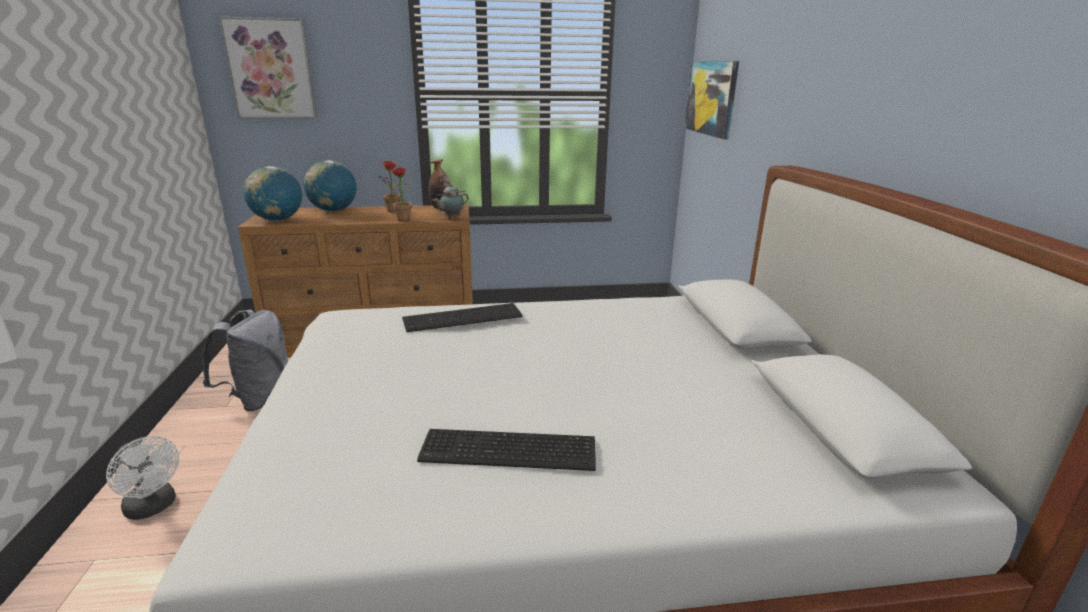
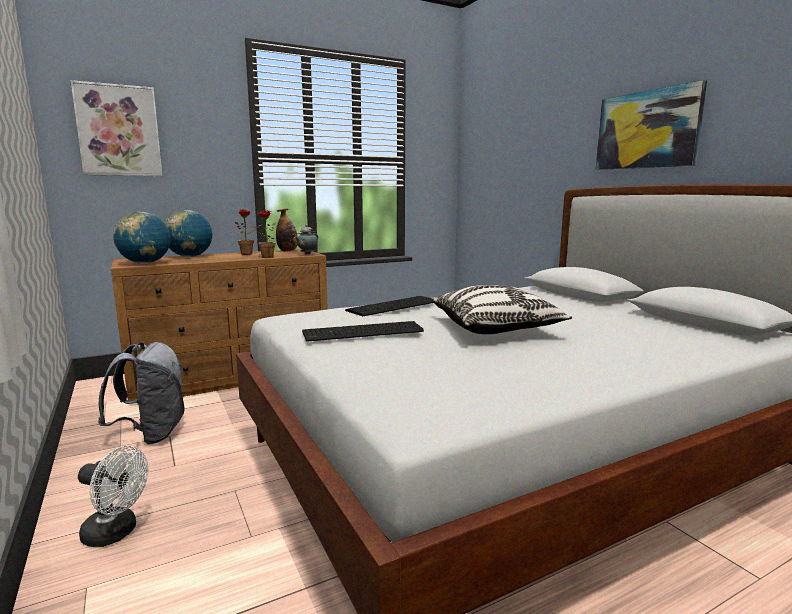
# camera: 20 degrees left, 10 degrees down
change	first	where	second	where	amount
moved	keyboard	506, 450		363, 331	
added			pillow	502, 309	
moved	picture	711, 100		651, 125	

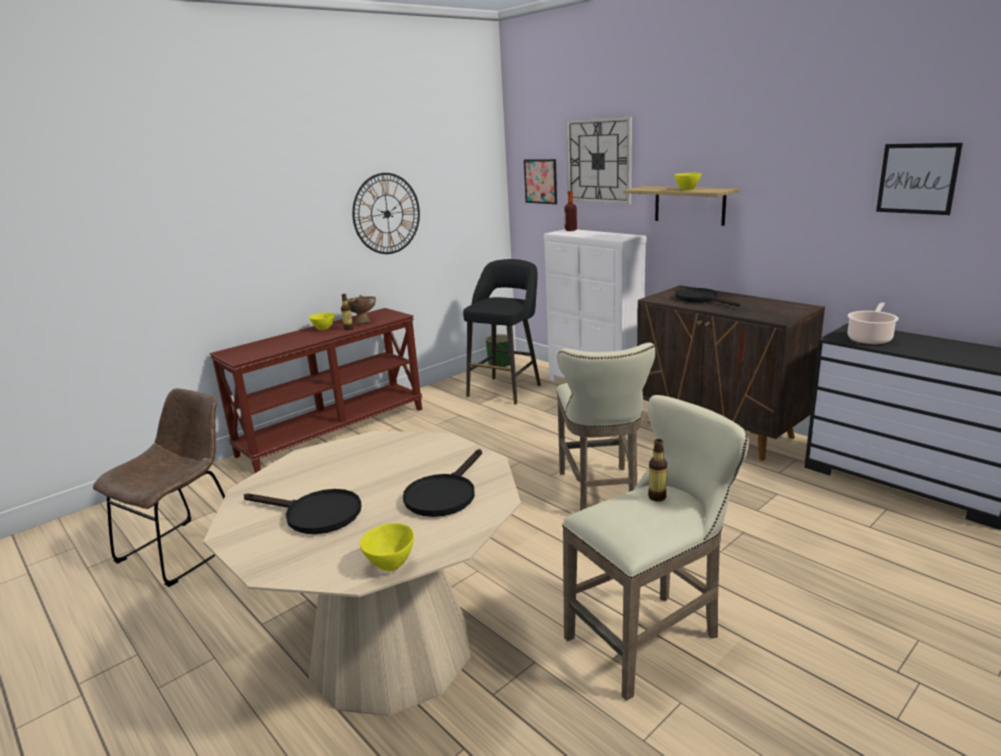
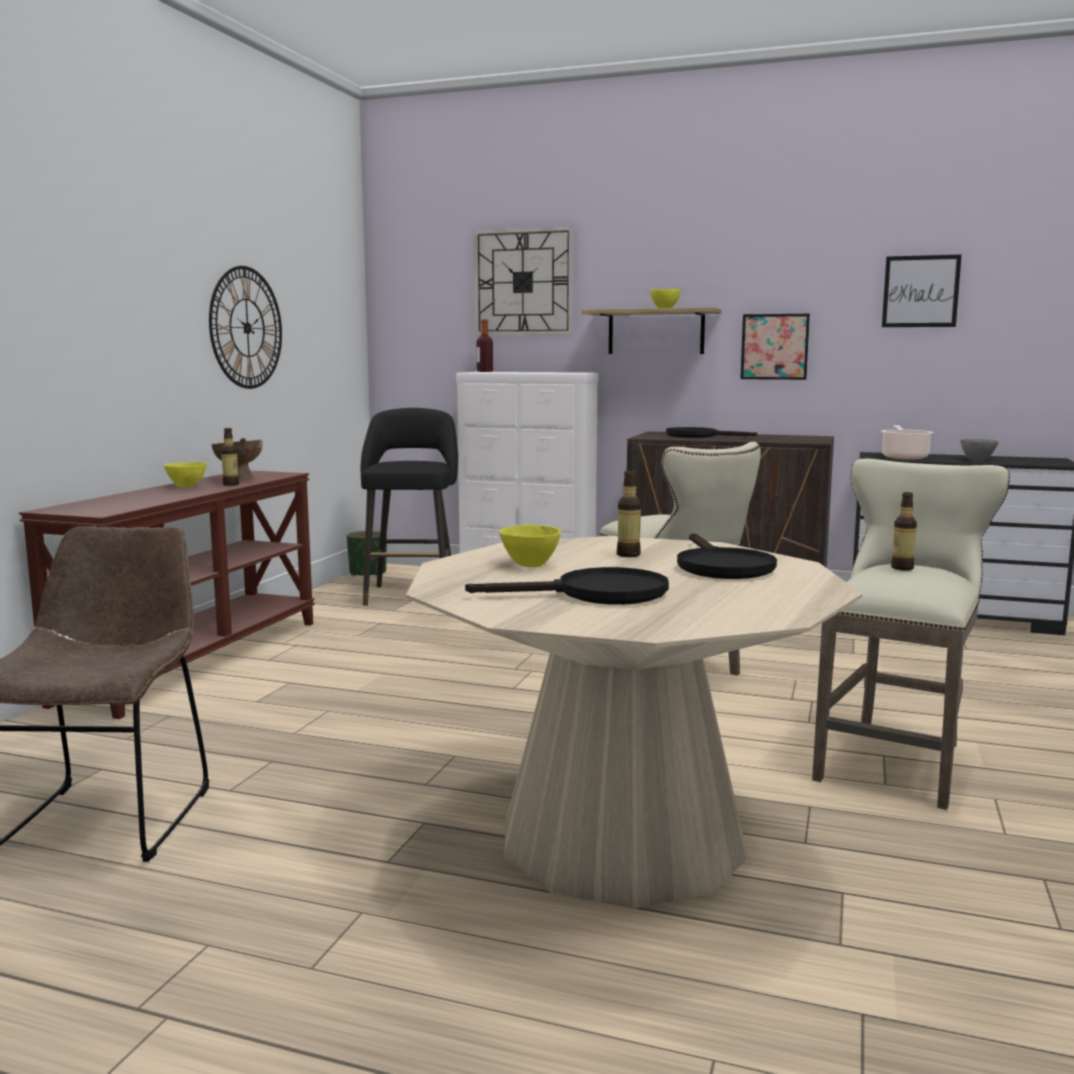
# camera: 30 degrees left, 10 degrees down
change	first	where	second	where	amount
moved	yellow bowl	387, 547		530, 546	
added			bottle	629, 513	
moved	picture	540, 181		775, 347	
added			grey bowl	979, 450	

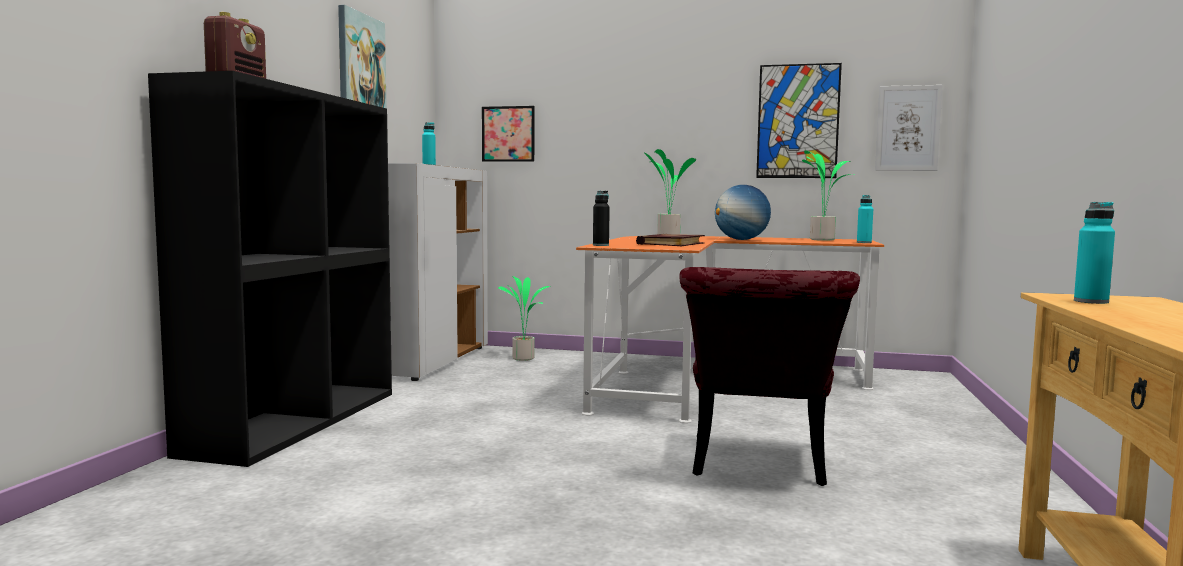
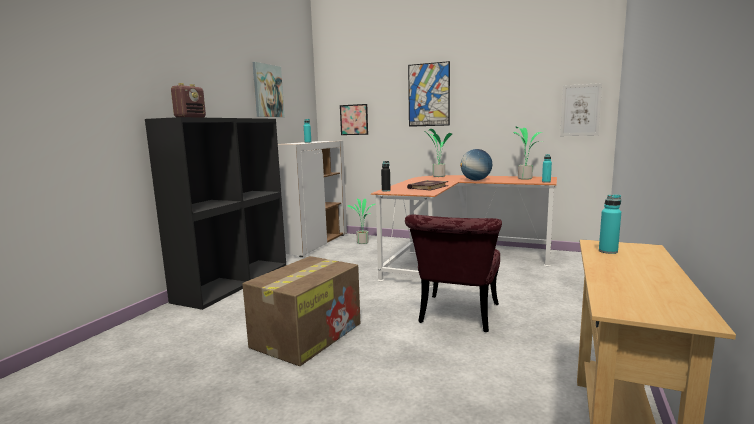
# camera: 10 degrees right, 5 degrees up
change	first	where	second	where	amount
added			cardboard box	301, 311	
moved	picture	799, 120		429, 94	

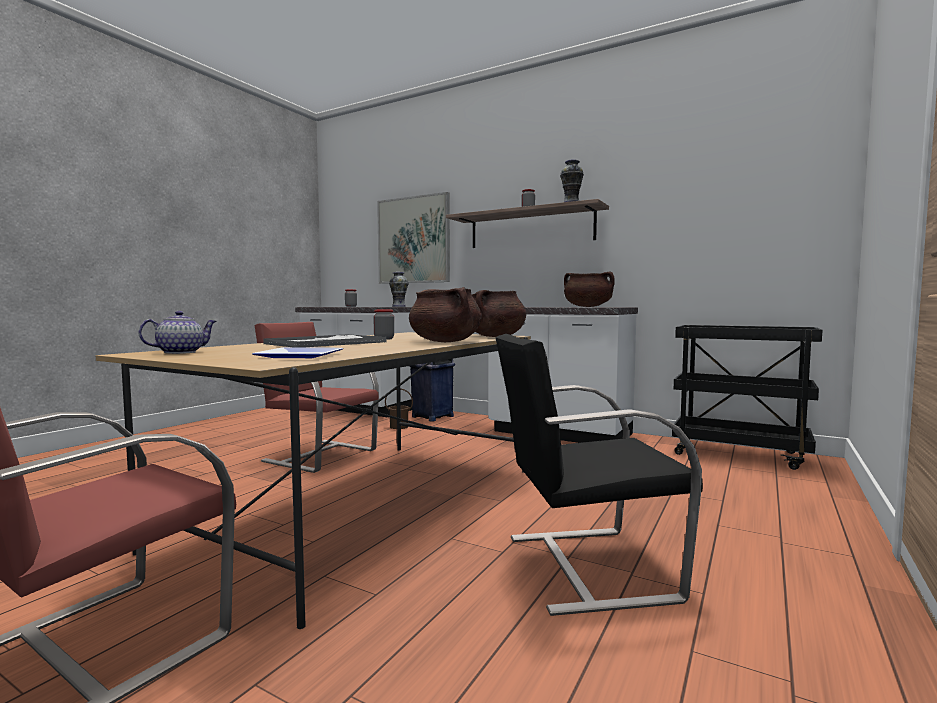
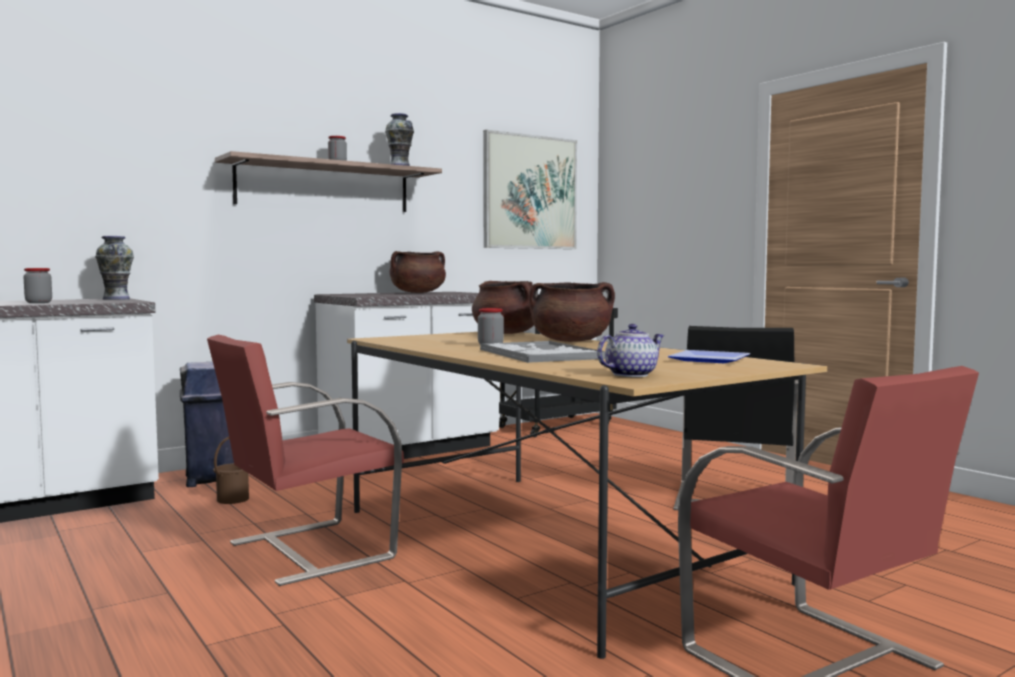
# camera: 65 degrees left, 0 degrees up
change	first	where	second	where	amount
moved	picture	413, 238		530, 189	
turned	teapot	178, 332		630, 350	75 degrees clockwise

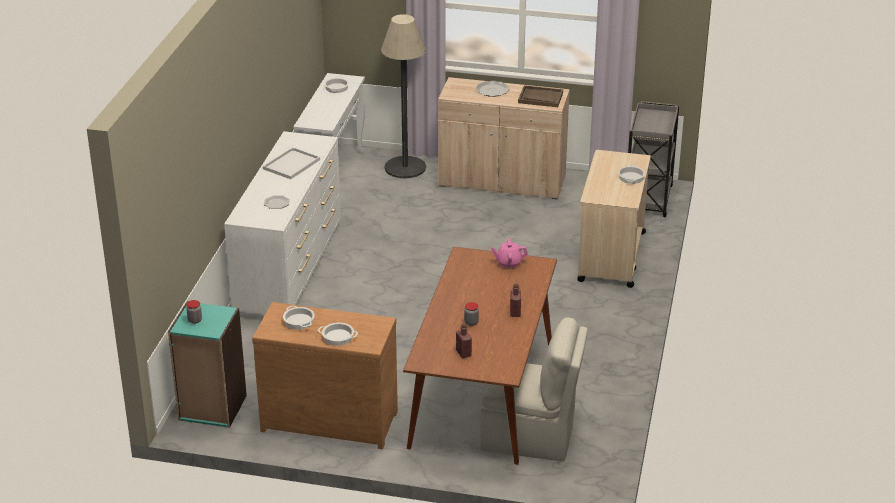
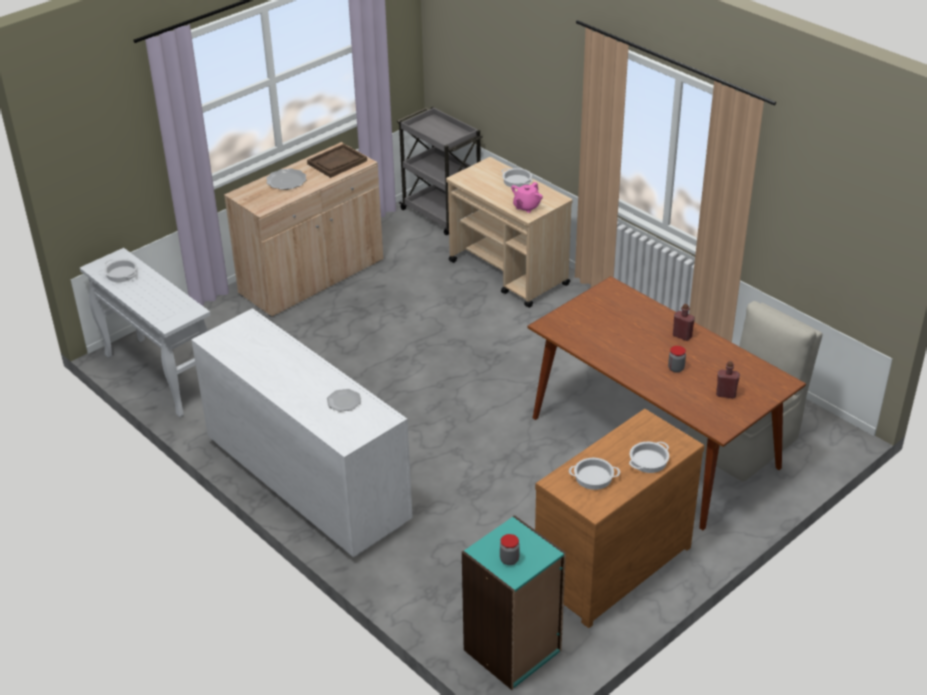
# camera: 55 degrees left, 5 degrees up
change	first	where	second	where	amount
moved	pink teapot	509, 253		527, 197	
removed	white tray	291, 163			
removed	floor lamp	403, 96			

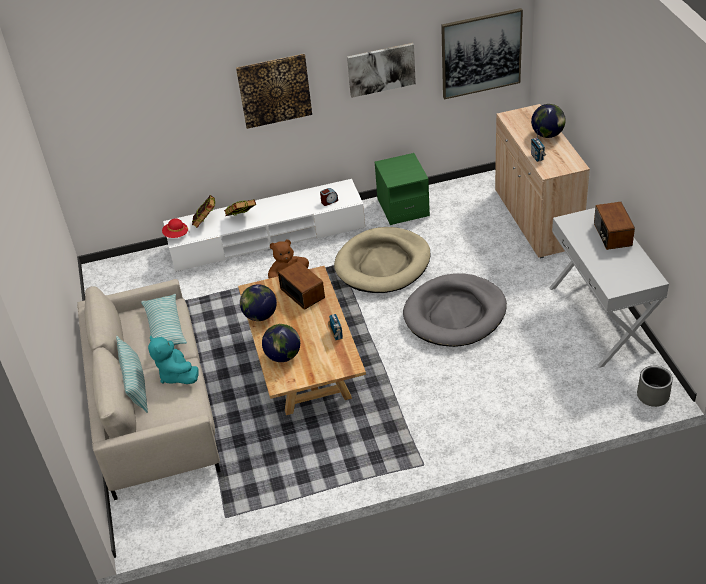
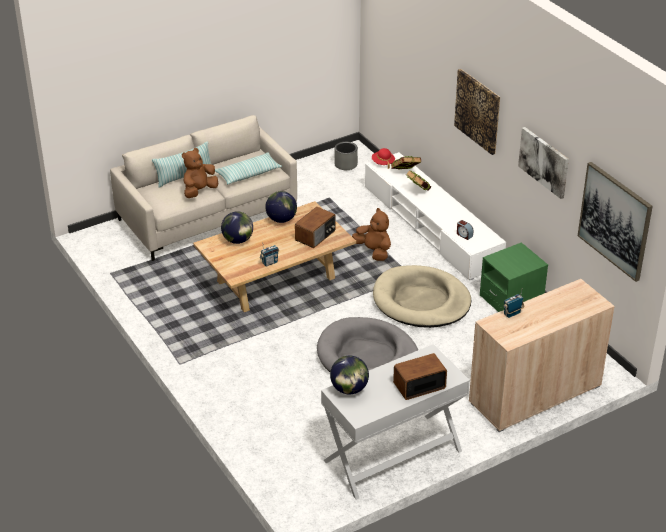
# camera: 70 degrees right, 5 degrees down
change	first	where	second	where	amount
recoloured	turquoise plush toy	173, 359	brown plush toy	200, 173	
moved	globe	548, 121		349, 374	
moved	grey planter	655, 386		346, 156	

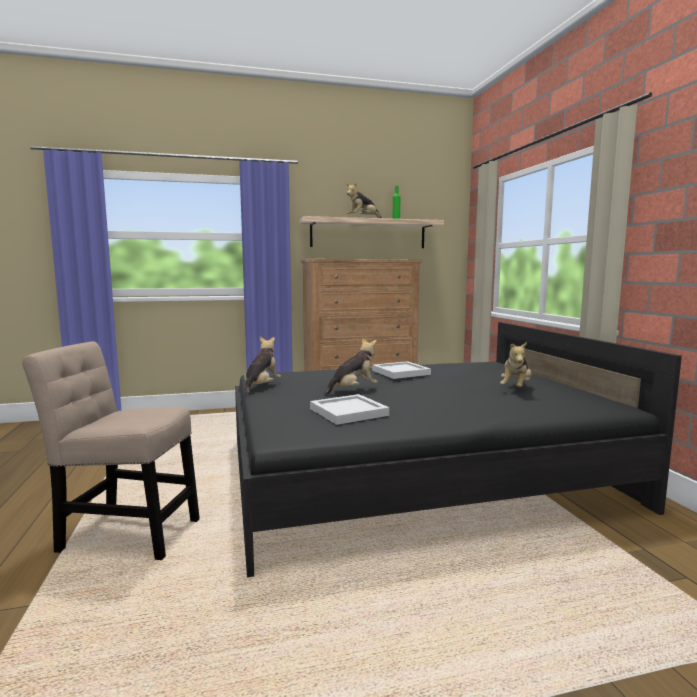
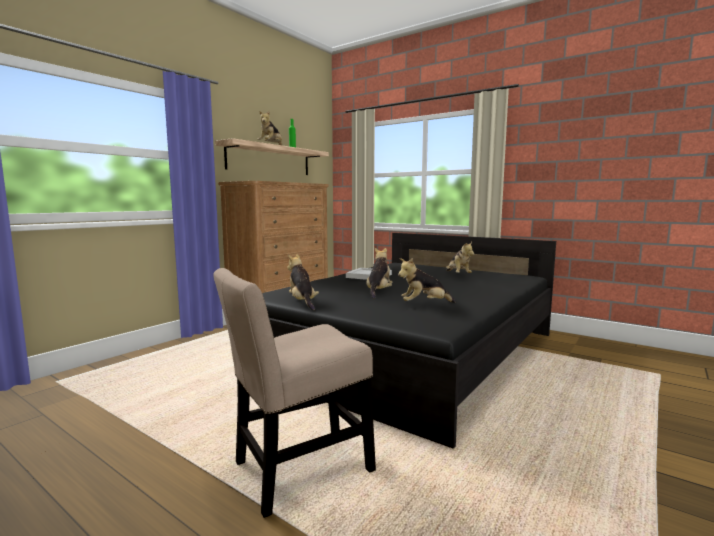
# camera: 40 degrees left, 0 degrees up
change	first	where	second	where	amount
replaced	white tray	349, 409	plush toy	426, 280	

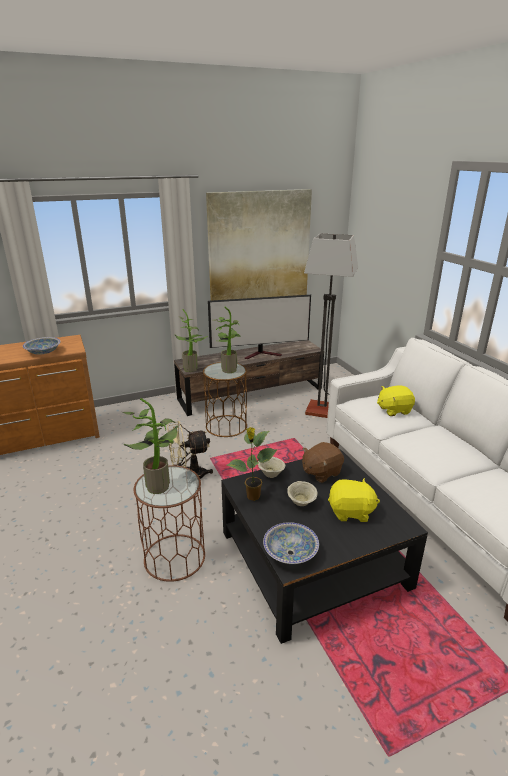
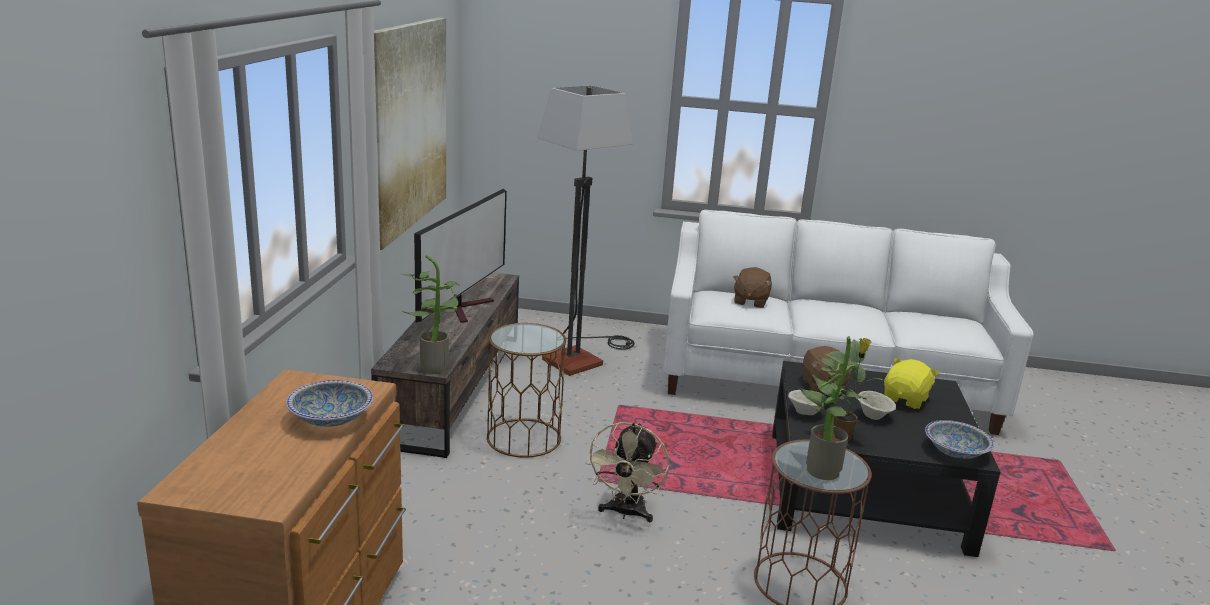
# camera: 60 degrees left, 5 degrees down
change	first	where	second	where	amount
recoloured	yellow plush toy	396, 400	brown plush toy	752, 287	
removed	potted plant	226, 339			

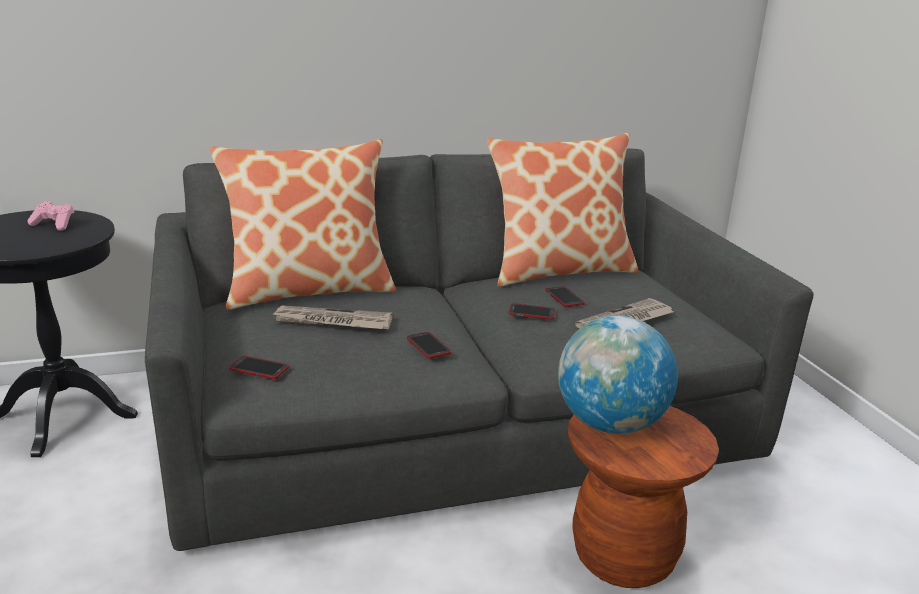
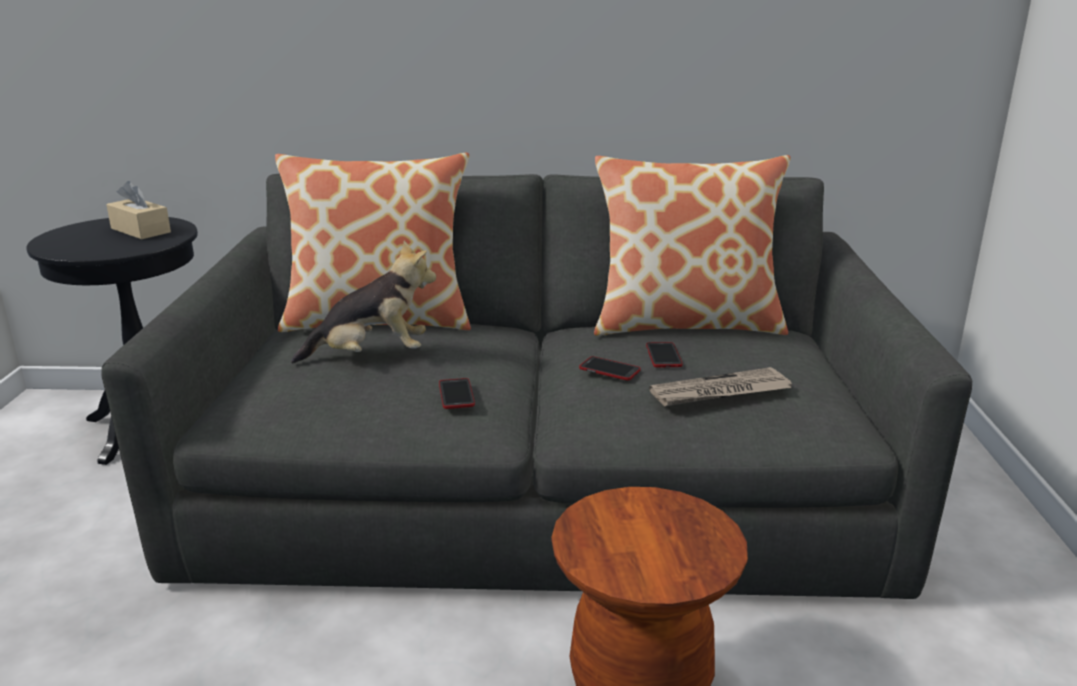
# camera: 20 degrees right, 0 degrees up
change	first	where	second	where	amount
replaced	pink game controller	51, 216	beige tissue box	138, 210	
replaced	newspaper	332, 317	plush toy	363, 302	
removed	phone	259, 367			
removed	globe	618, 375			

